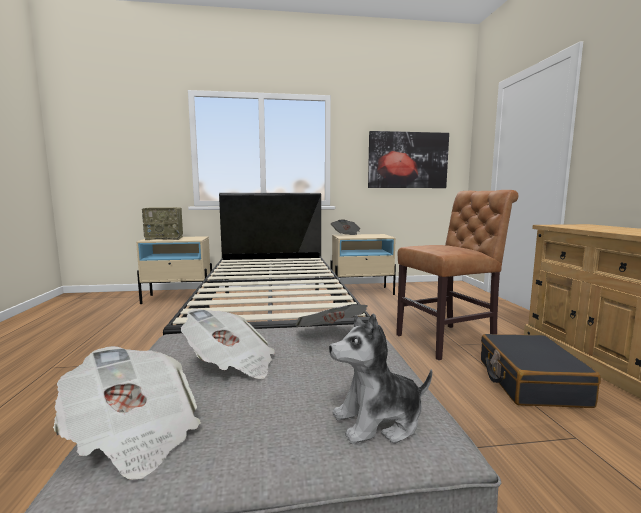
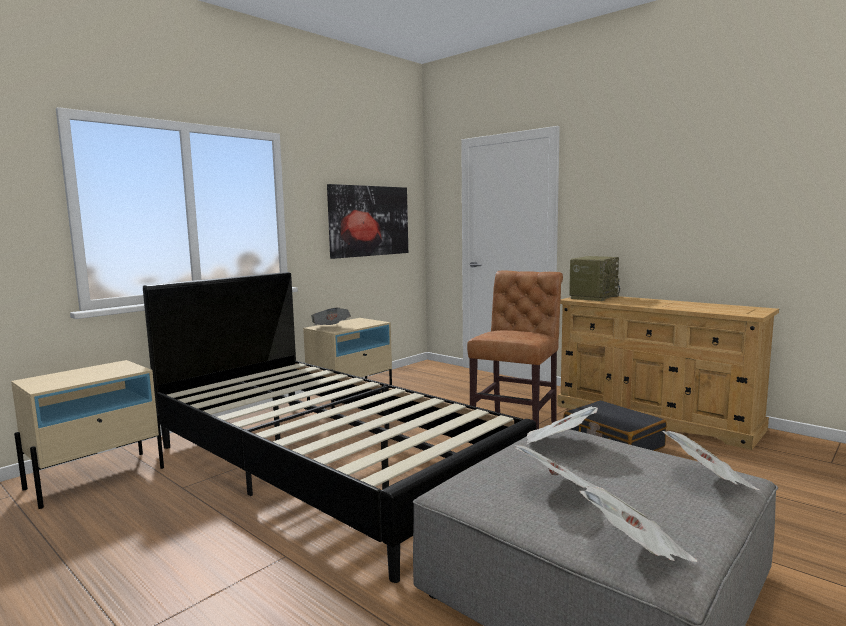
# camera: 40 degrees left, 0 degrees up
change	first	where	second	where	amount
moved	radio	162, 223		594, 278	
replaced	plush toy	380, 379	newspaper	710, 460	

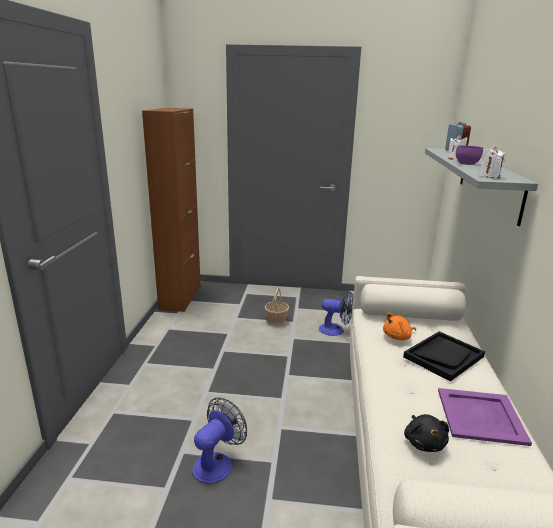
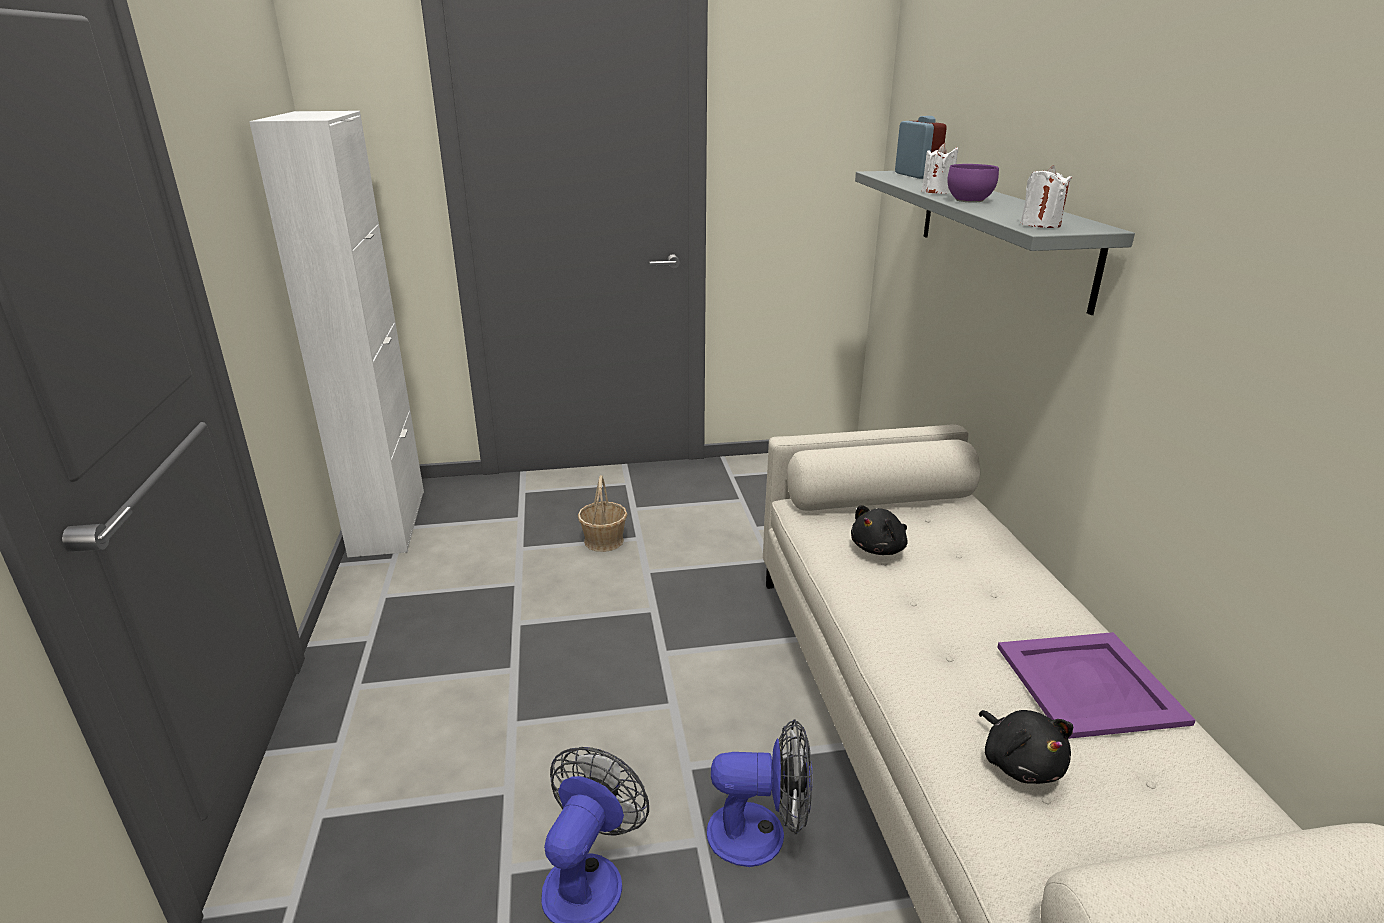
# camera: 15 degrees left, 5 degrees up
change	first	where	second	where	amount
recoloured	brown cabinet	171, 210	white cabinet	336, 334	
moved	fan	336, 313		759, 793	
recoloured	orange plush toy	399, 326	black plush toy	879, 530	
removed	black tray	444, 356			

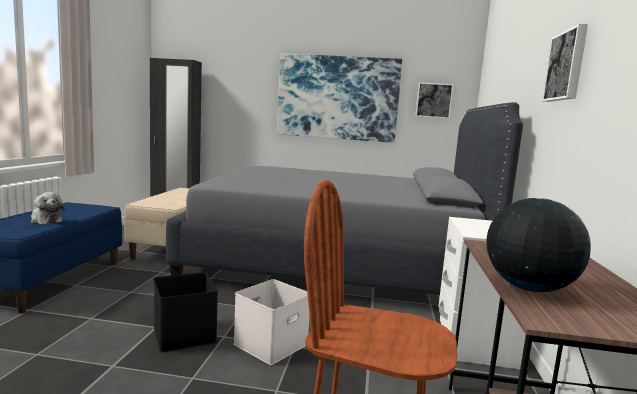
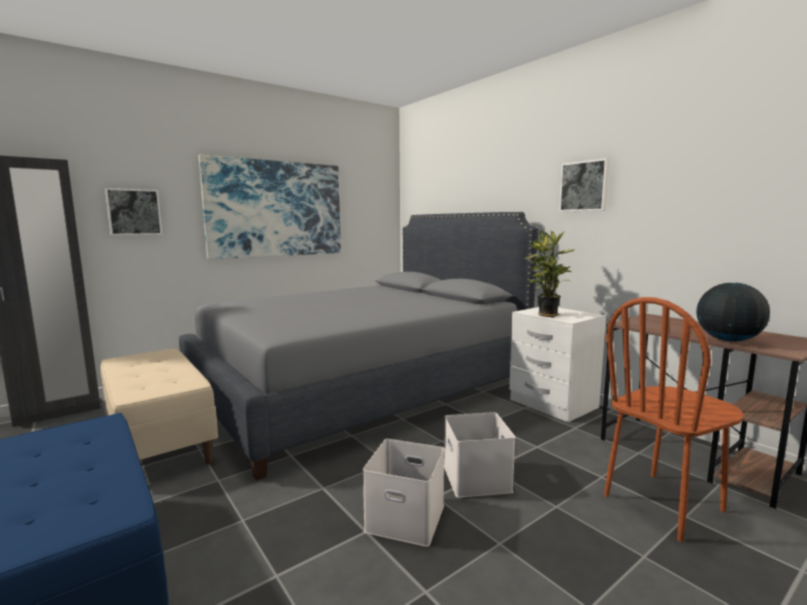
# camera: 45 degrees left, 0 degrees up
change	first	where	second	where	amount
moved	picture	434, 100		133, 211	
recoloured	black storage box	186, 312	white storage box	403, 493	
added			potted plant	550, 274	
removed	plush toy	48, 208			

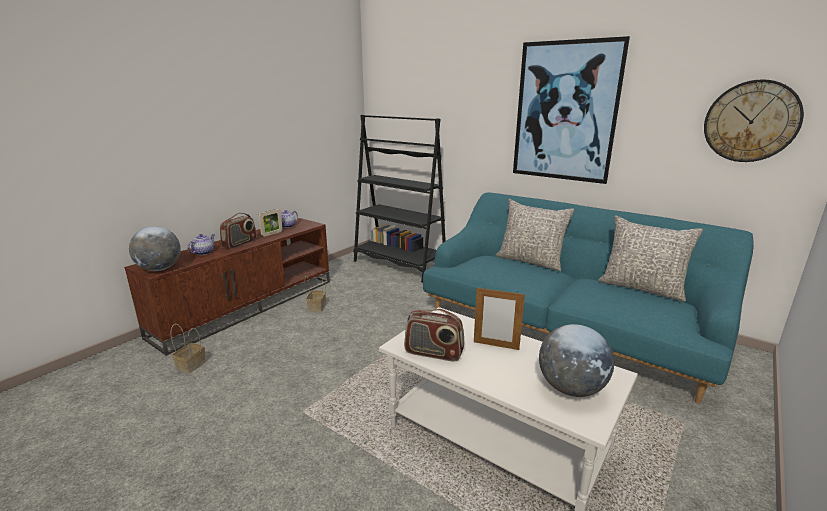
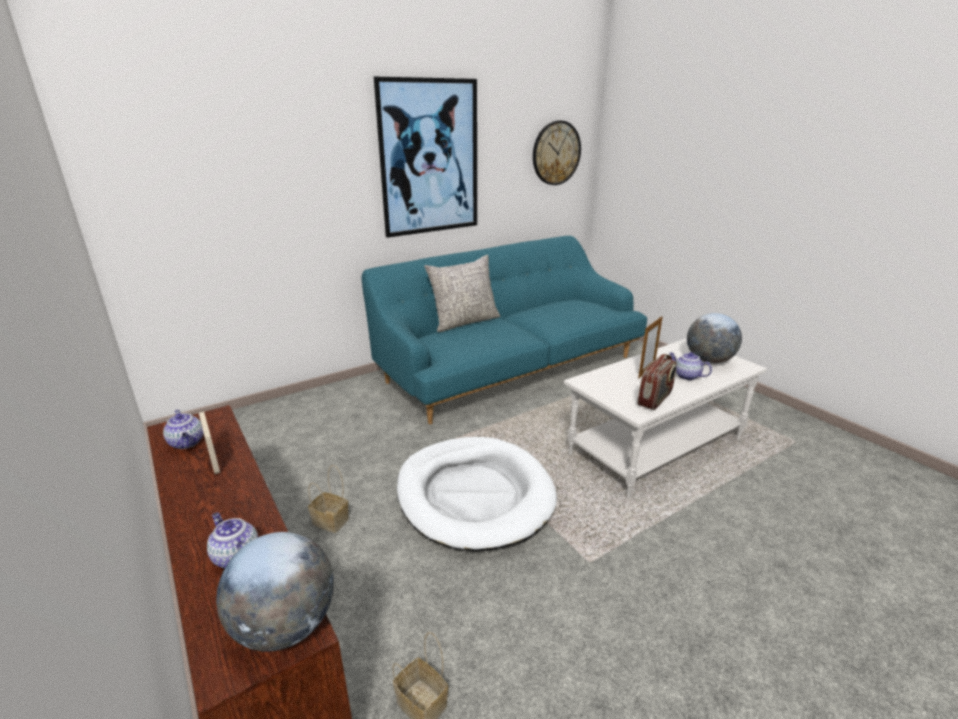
# camera: 70 degrees left, 5 degrees up
change	first	where	second	where	amount
added			white dog bed	477, 494	
added			teapot	690, 366	
removed	radio	238, 231			
removed	black bookcase	400, 198			
removed	grey pillow	650, 258			

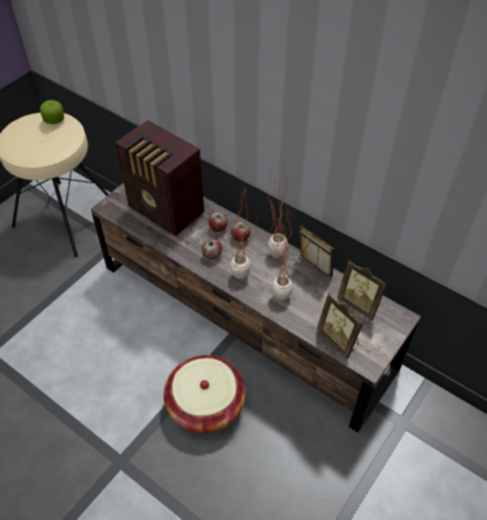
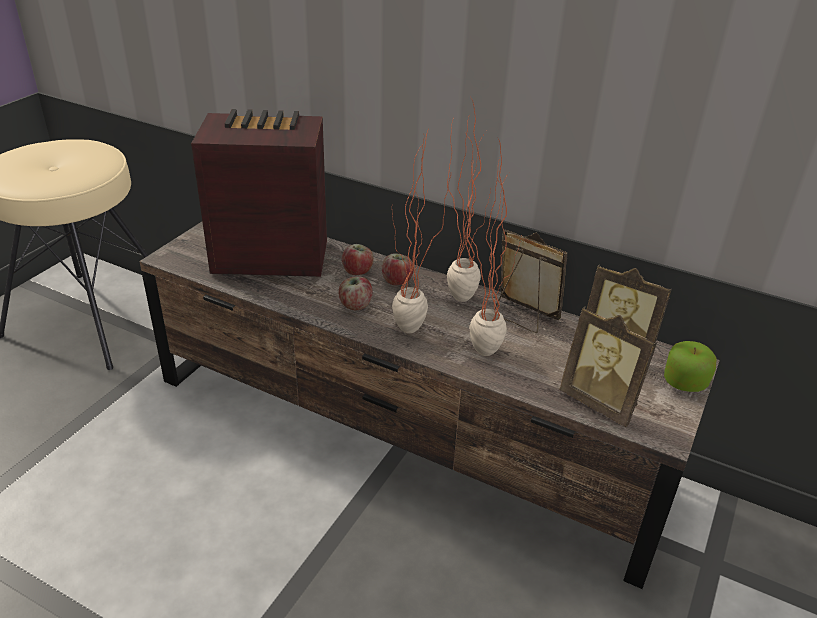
# camera: 10 degrees left, 15 degrees down
change	first	where	second	where	amount
turned	radio	160, 178		259, 193	150 degrees clockwise
moved	apple	52, 112		690, 366	
removed	basket	205, 394			

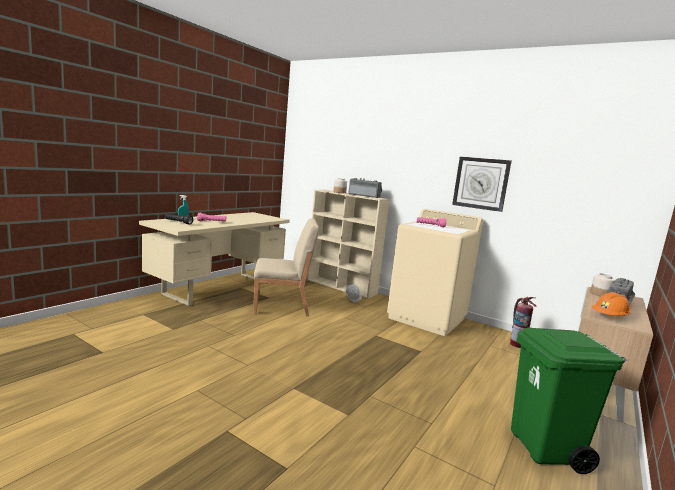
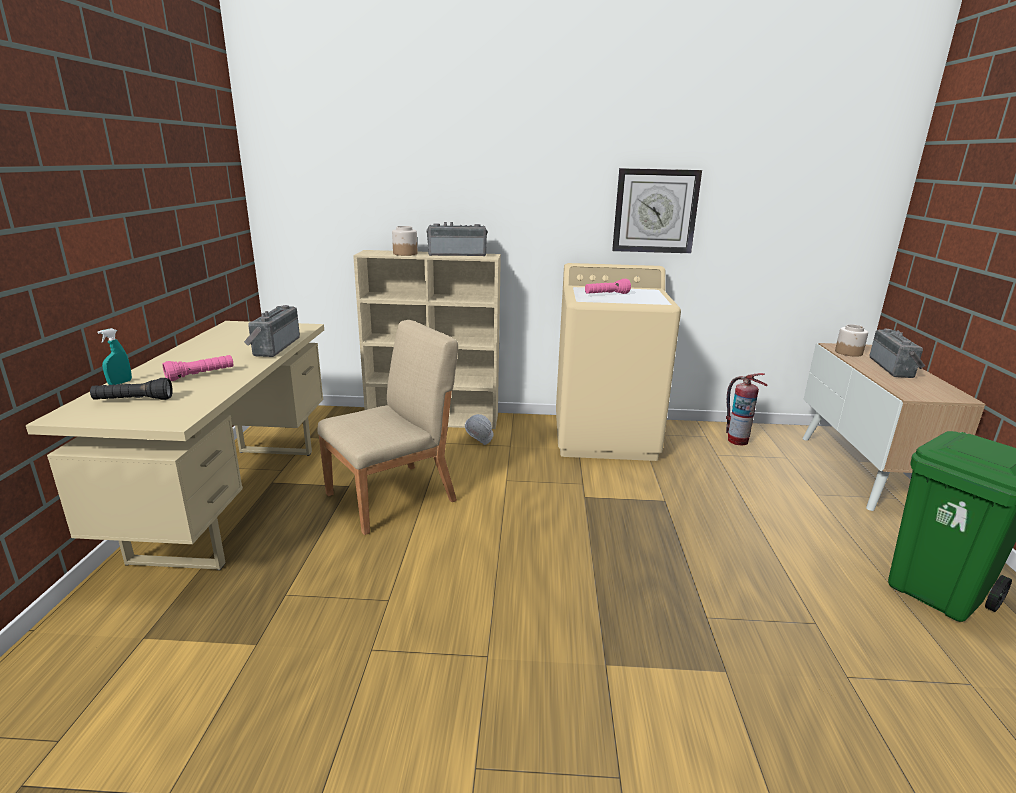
# camera: 30 degrees left, 10 degrees up
change	first	where	second	where	amount
added			radio	272, 331	
removed	orange hard hat	611, 304			

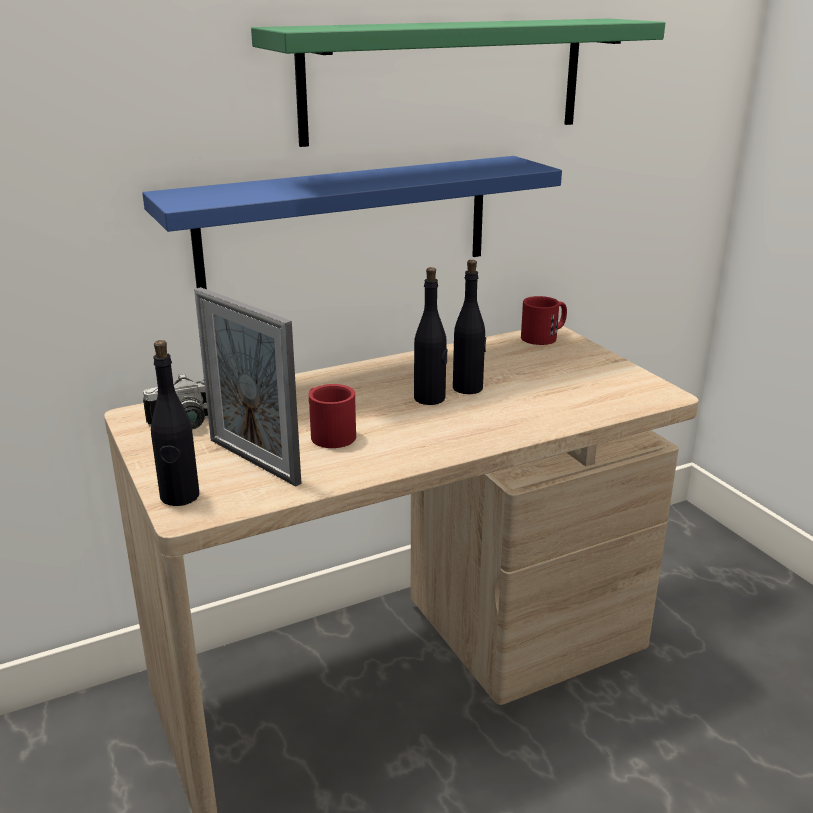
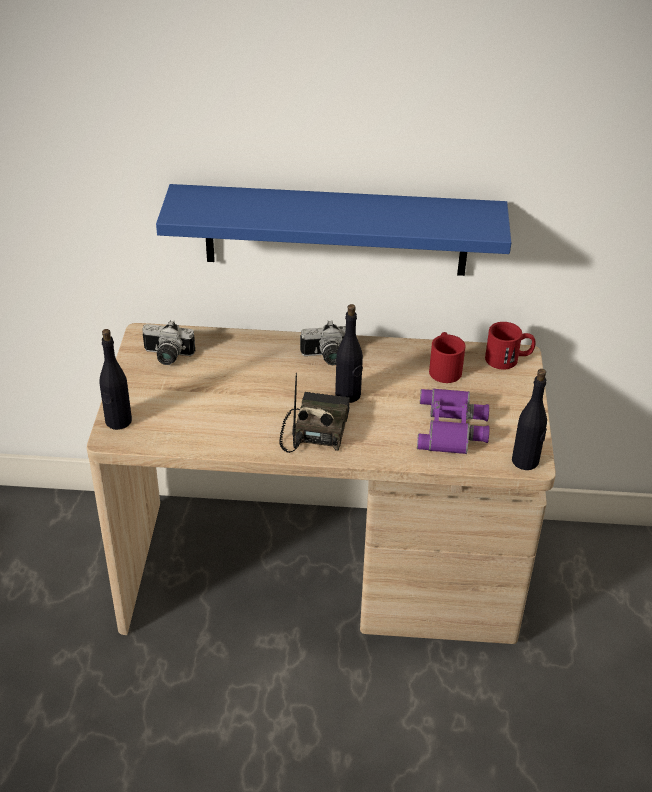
# camera: 30 degrees right, 15 degrees up
change	first	where	second	where	amount
added			radio	314, 413	
added			photo camera	323, 342	
added			purple binoculars	453, 421	
moved	red mug	332, 416		447, 357	
moved	black bottle	469, 327		529, 419	
removed	picture frame	247, 387			
removed	green shelf	458, 83			

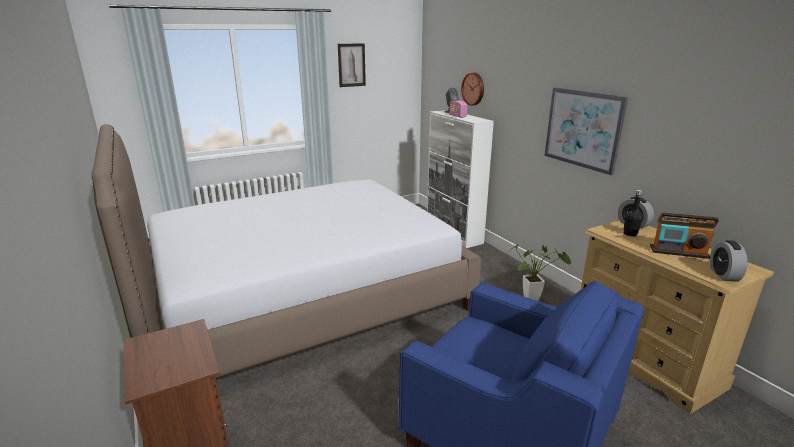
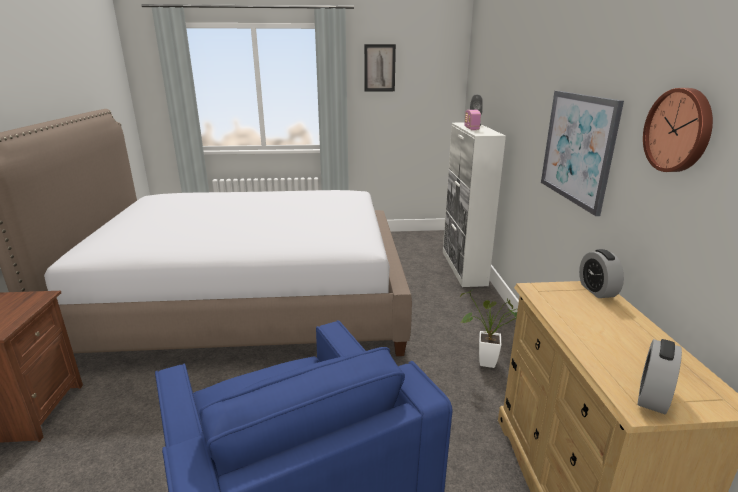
# camera: 25 degrees right, 0 degrees up
change	first	where	second	where	amount
moved	wall clock	472, 89		678, 130	
removed	black bottle	633, 213			
removed	radio	684, 236			

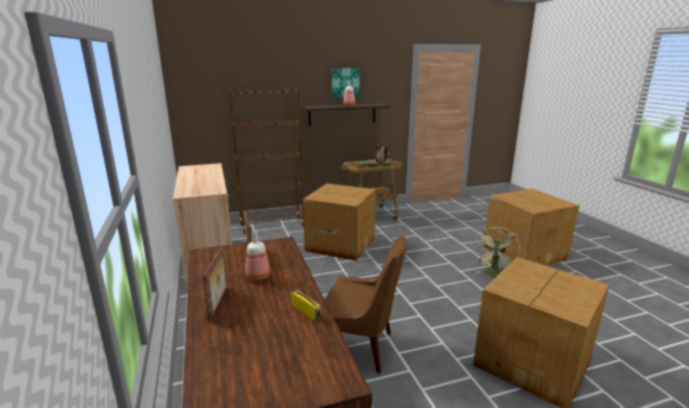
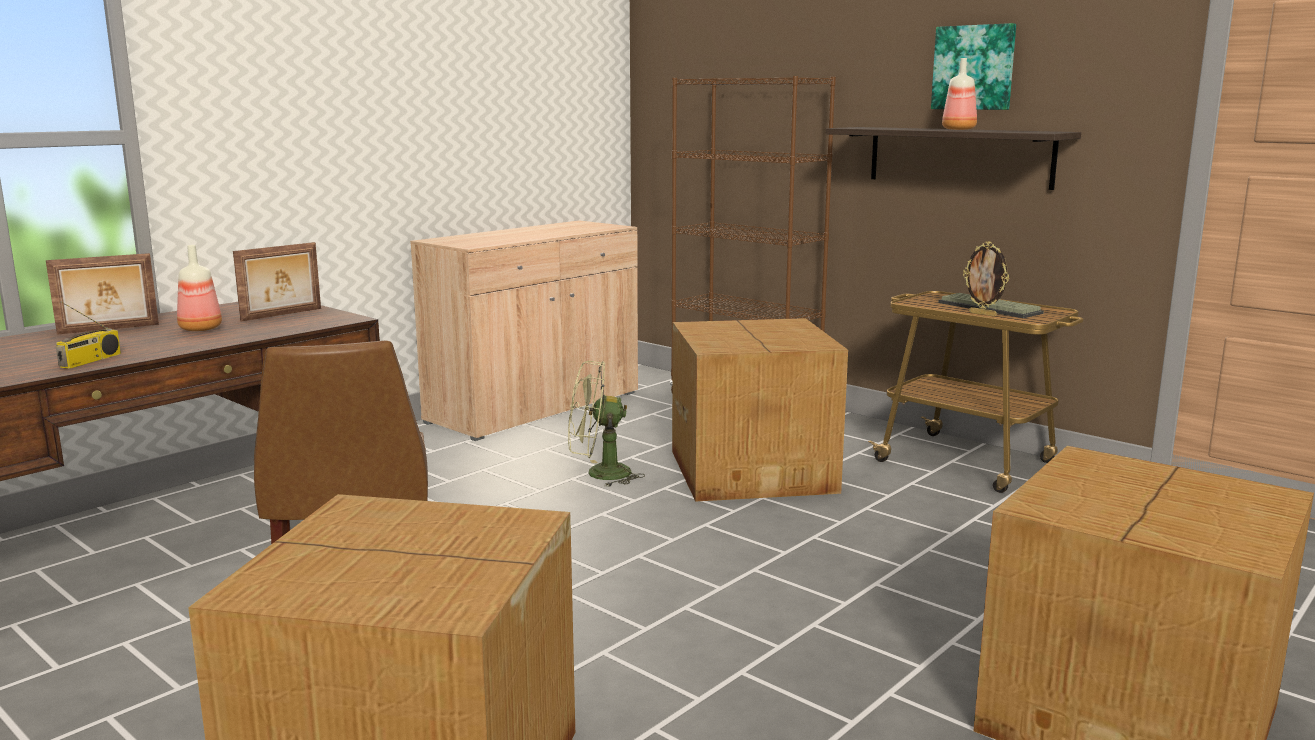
# camera: 60 degrees right, 5 degrees down
change	first	where	second	where	amount
moved	green fan	497, 252		606, 424	

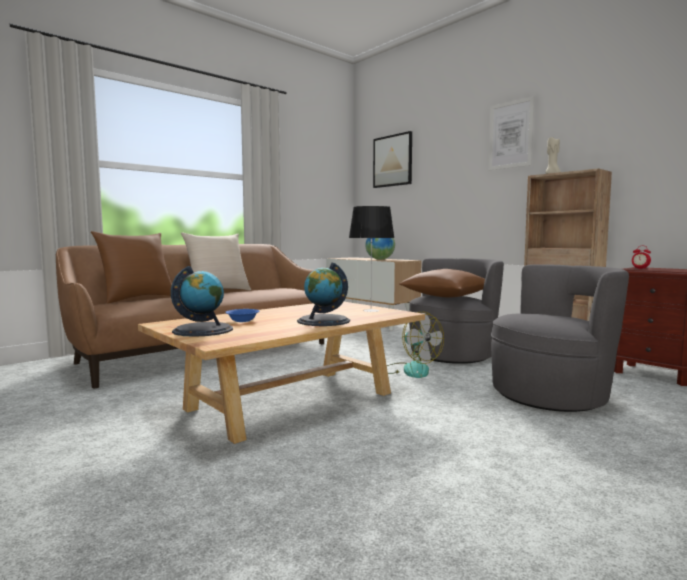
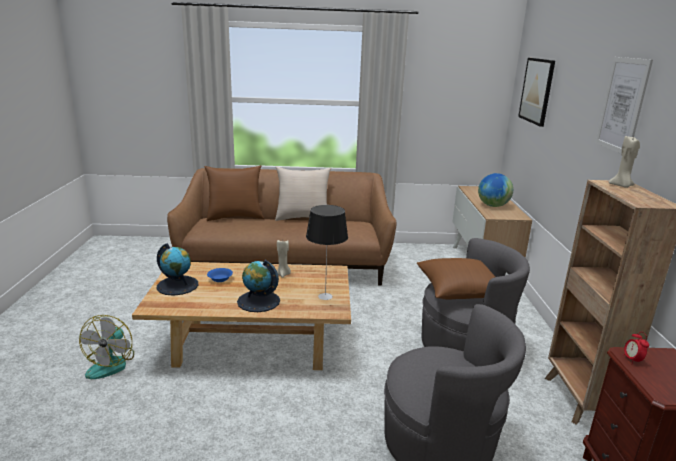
# camera: 40 degrees right, 15 degrees up
change	first	where	second	where	amount
moved	fan	415, 345		106, 347	
added			beige candle	284, 259	

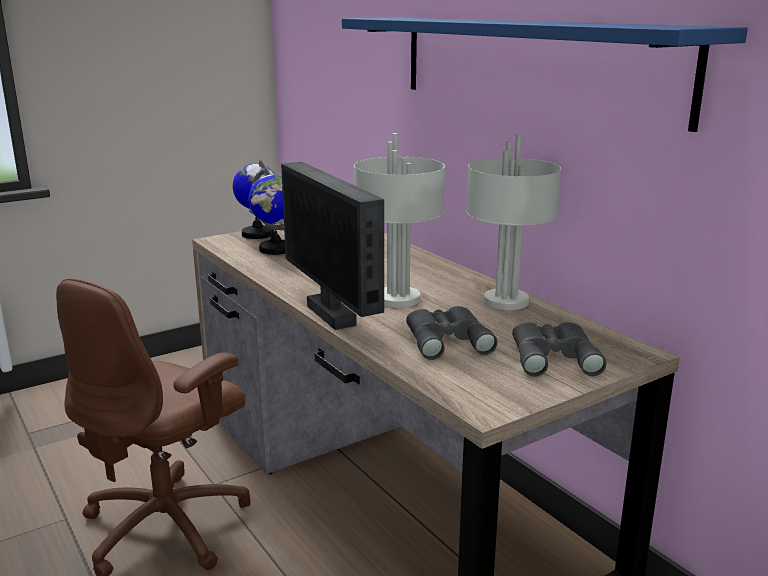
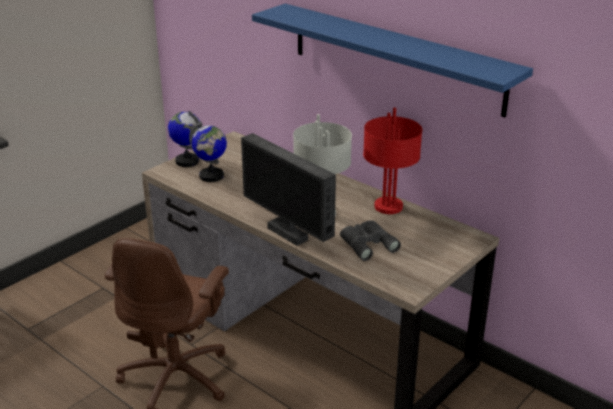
# camera: 15 degrees left, 10 degrees up
change	first	where	second	where	amount
recoloured	grey table lamp	513, 222	red table lamp	392, 161	
removed	grey binoculars	559, 349			

